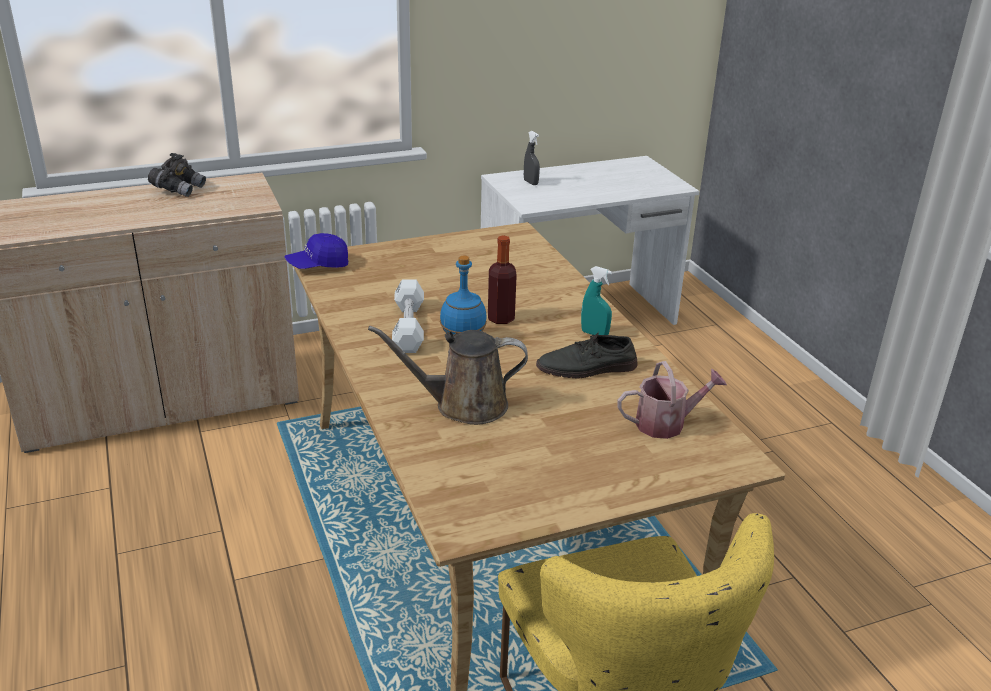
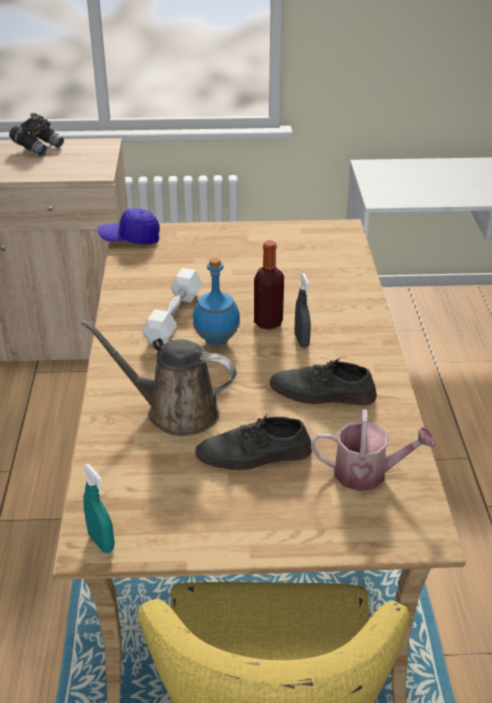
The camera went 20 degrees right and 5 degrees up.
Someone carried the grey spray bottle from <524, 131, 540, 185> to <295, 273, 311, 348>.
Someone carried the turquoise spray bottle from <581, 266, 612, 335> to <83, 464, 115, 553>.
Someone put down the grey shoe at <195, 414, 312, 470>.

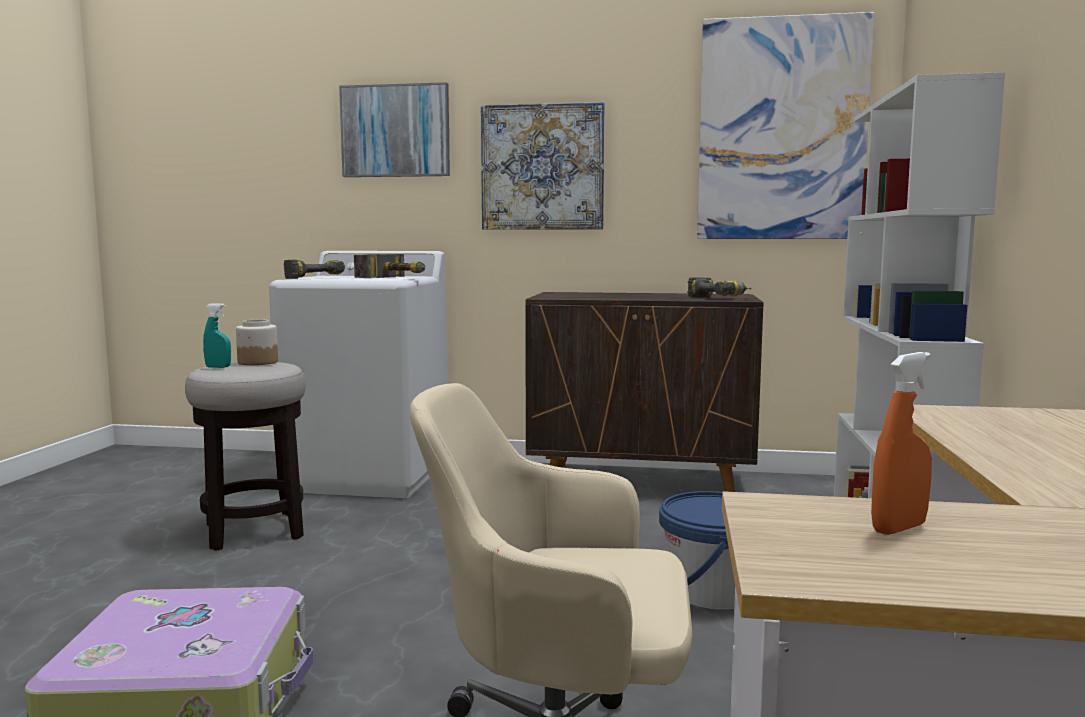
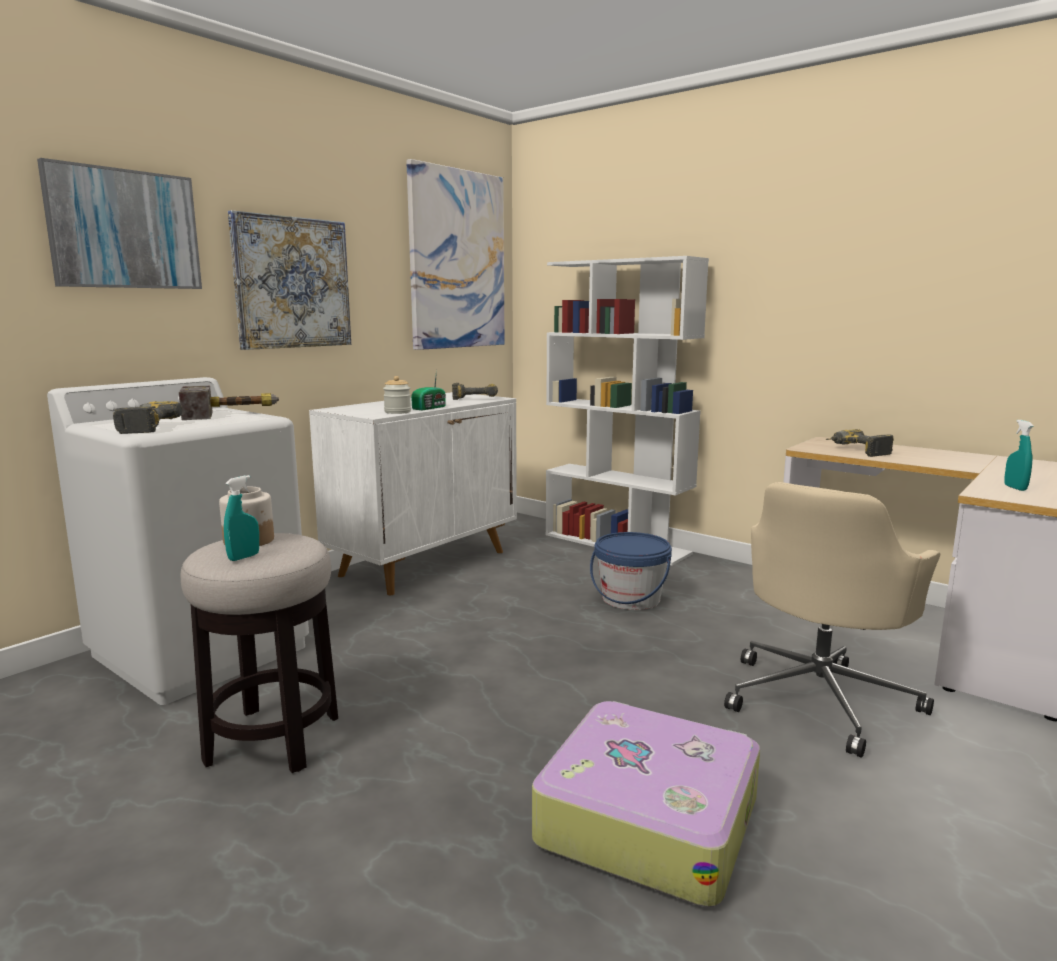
The camera went 60 degrees left and 5 degrees up.
Someone repainted the brown cabinet at <525, 292, 764, 492>, which became the white cabinet at <309, 392, 517, 595>.
Someone repainted the orange spray bottle at <871, 352, 932, 535>, which became the turquoise spray bottle at <1004, 420, 1033, 491>.
Someone put down the radio at <411, 370, 446, 410>.
Someone put down the jar at <383, 376, 411, 414>.
Someone put down the power drill at <826, 429, 894, 457>.

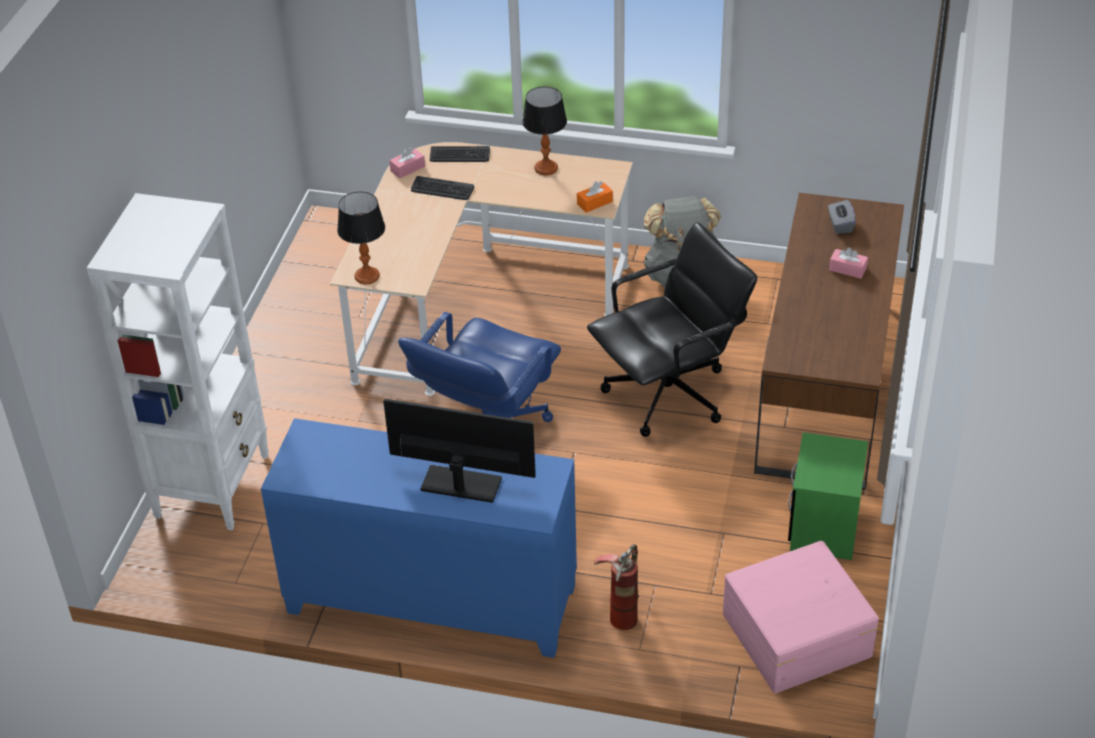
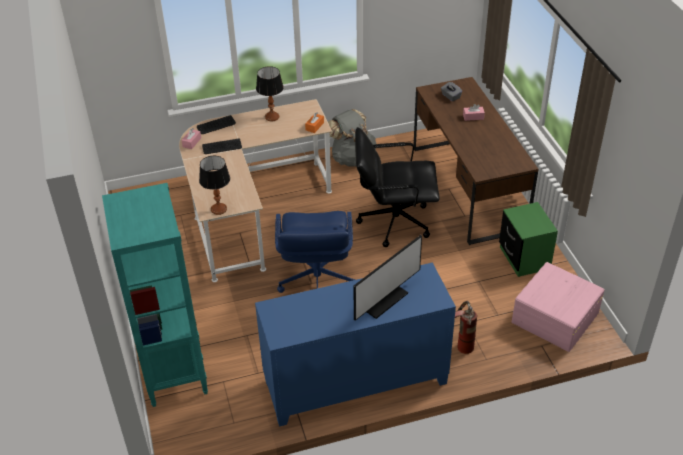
The camera went 30 degrees left and 0 degrees up.
Someone repainted the white bookcase at <87, 193, 269, 530>, which became the turquoise bookcase at <102, 183, 208, 407>.
Someone rotated the black office chair at <587, 222, 757, 437> by 120 degrees counterclockwise.
Someone rotated the monitor at <383, 398, 536, 503> by 150 degrees clockwise.

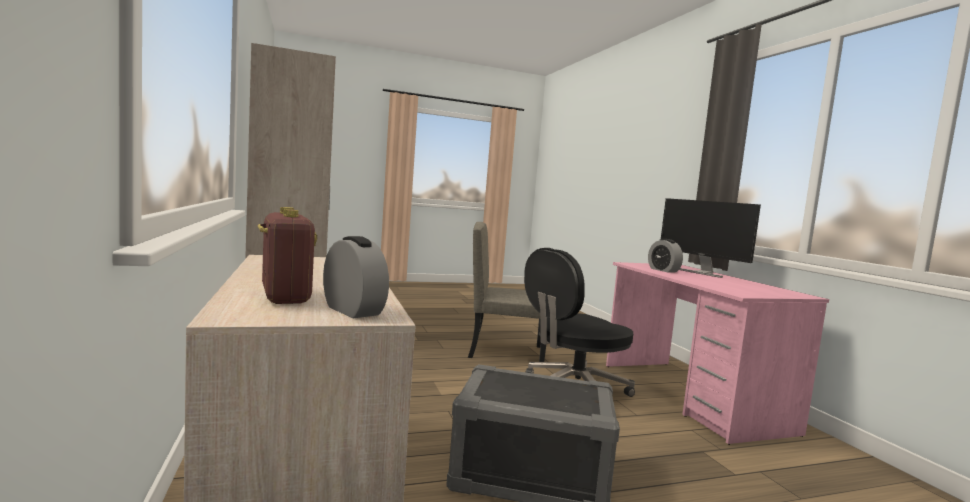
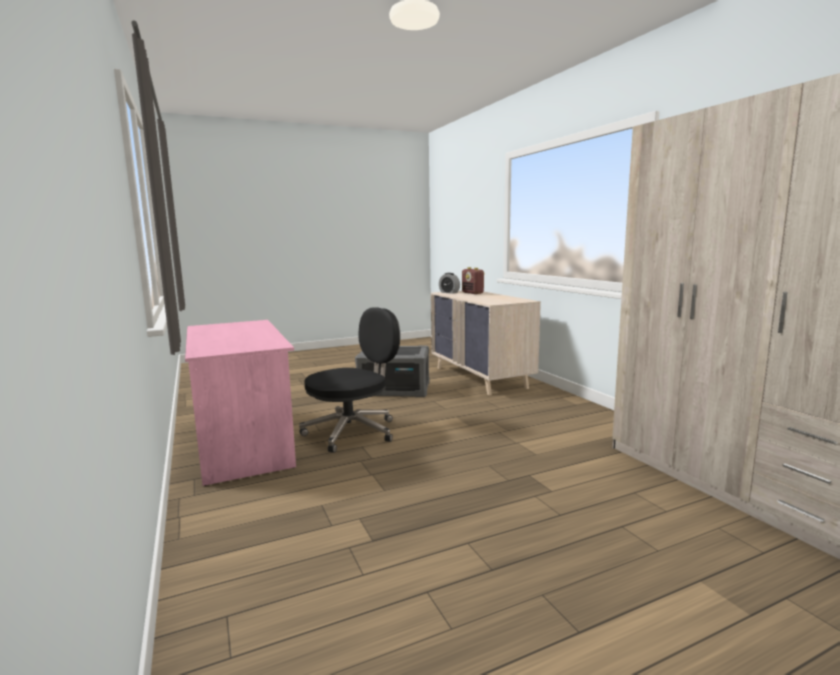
The camera went 175 degrees right and 5 degrees up.
Someone took away the monitor at <661, 198, 761, 278>.
Someone took away the beige chair at <468, 222, 546, 362>.
Someone took away the alarm clock at <648, 239, 683, 272>.

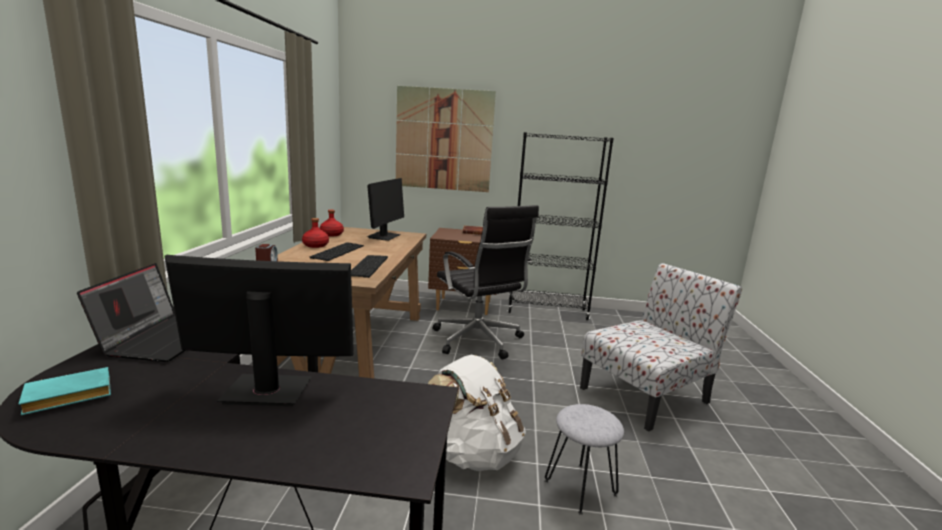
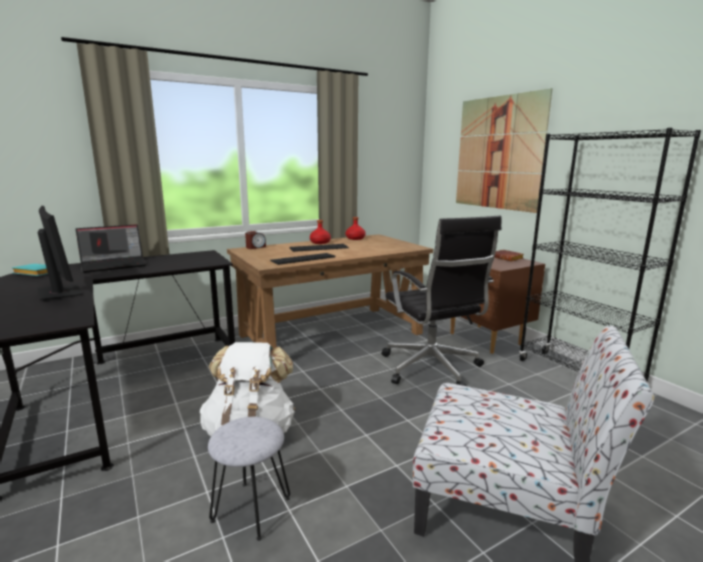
The camera went 55 degrees right and 0 degrees up.
Someone took away the monitor at <367, 178, 404, 241>.
Someone rotated the black office chair at <433, 205, 539, 359> by 45 degrees counterclockwise.

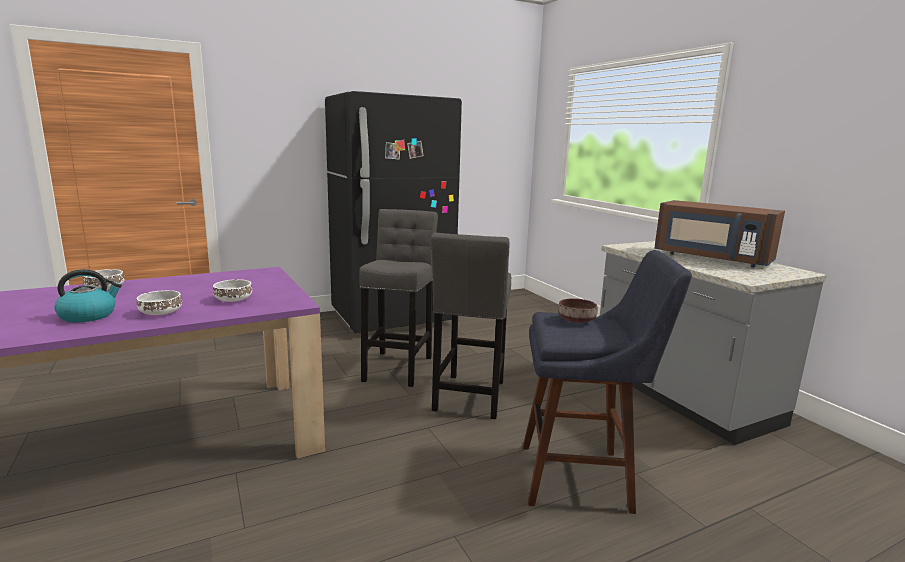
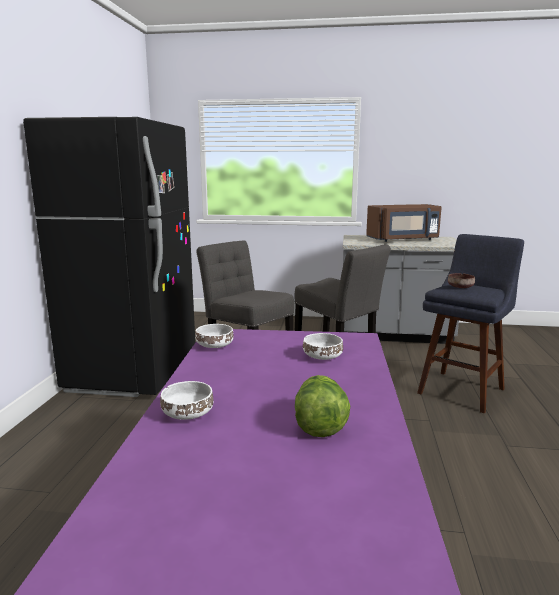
The camera went 55 degrees left and 0 degrees up.
Someone swapped the kettle at <54, 269, 122, 323> for the lettuce at <295, 375, 350, 437>.
Someone carried the white bowl from <136, 290, 182, 315> to <195, 324, 234, 348>.

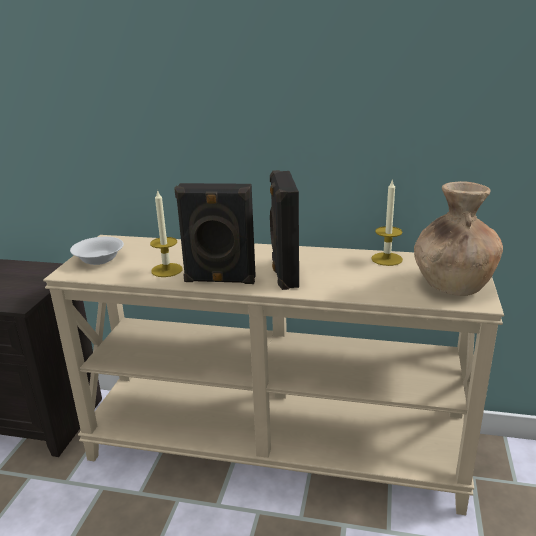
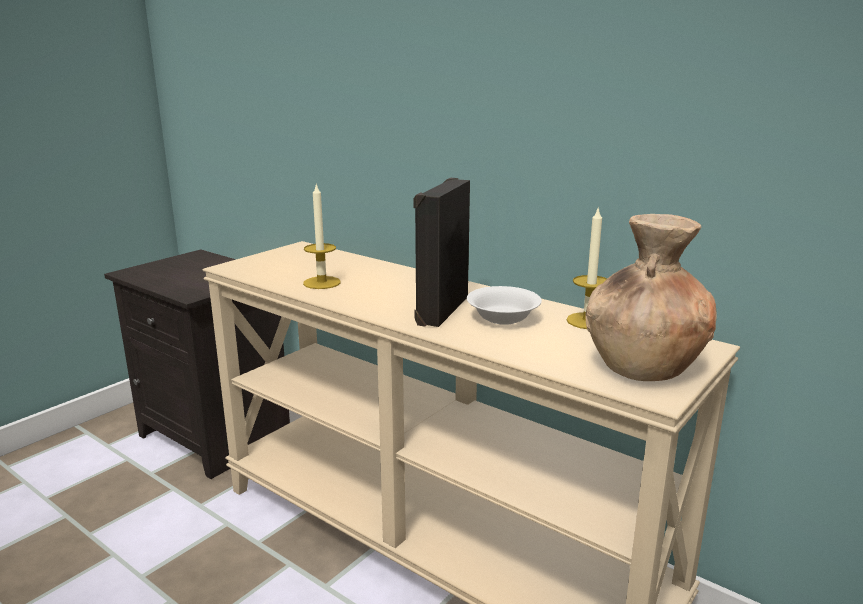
The camera went 25 degrees right and 5 degrees down.
Someone took away the black speaker at <174, 183, 256, 284>.
Someone carried the white bowl from <70, 237, 124, 265> to <467, 286, 542, 325>.

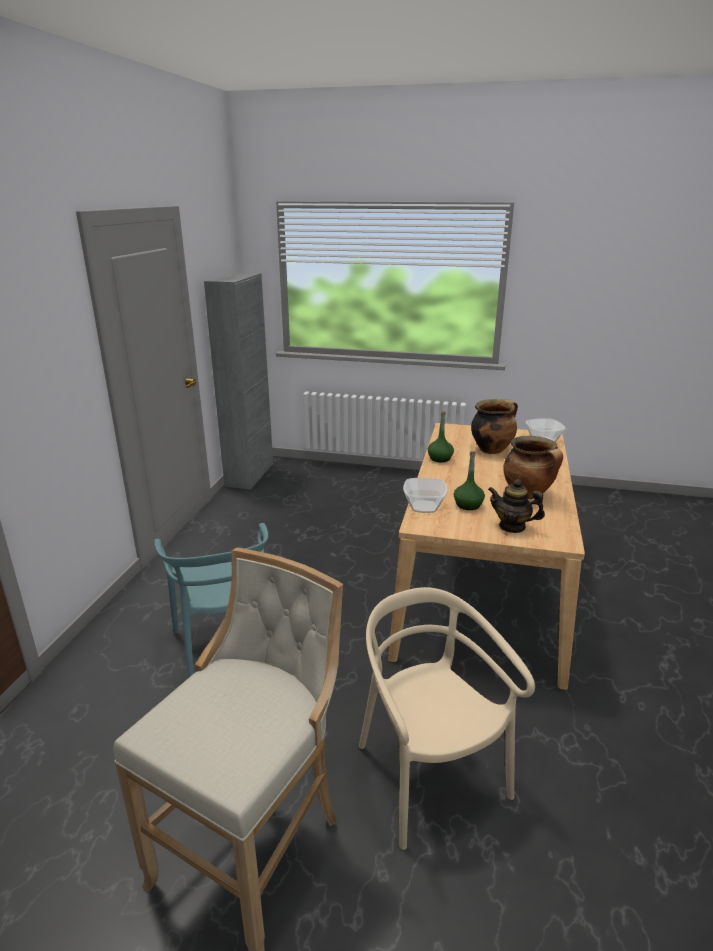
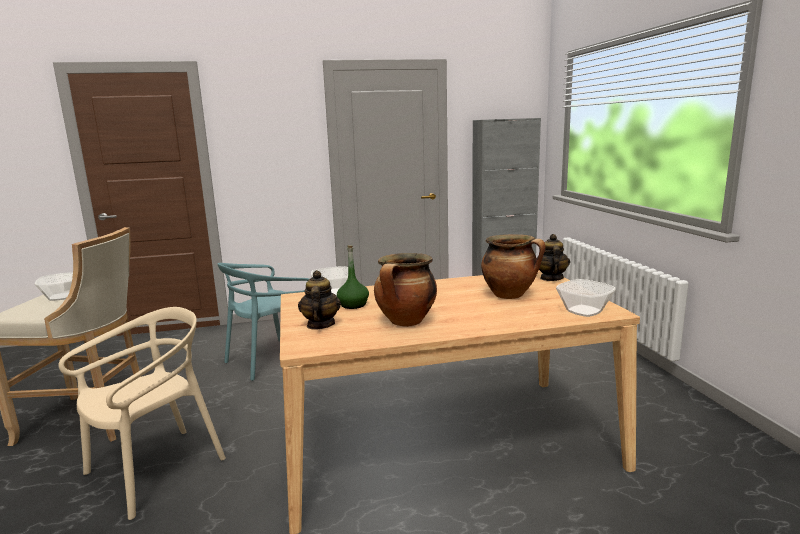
The camera went 65 degrees right and 10 degrees down.
Someone took away the green bottle at <428, 411, 454, 462>.
Someone put down the teapot at <536, 234, 570, 281>.
Someone put down the bowl at <35, 272, 73, 301>.

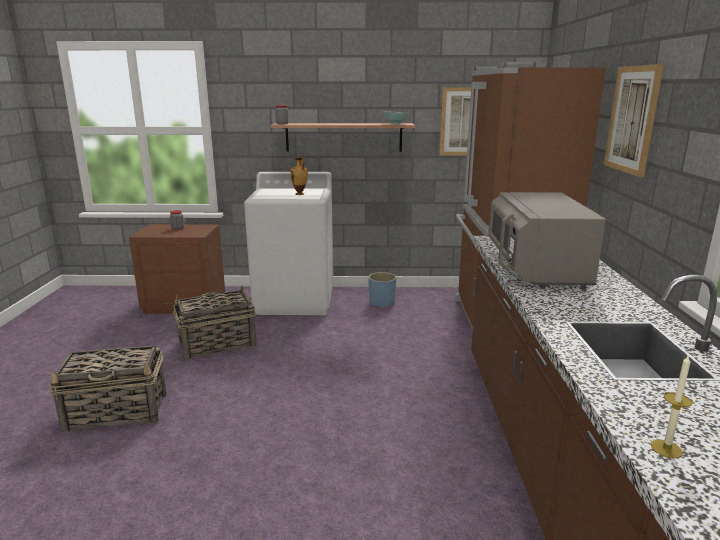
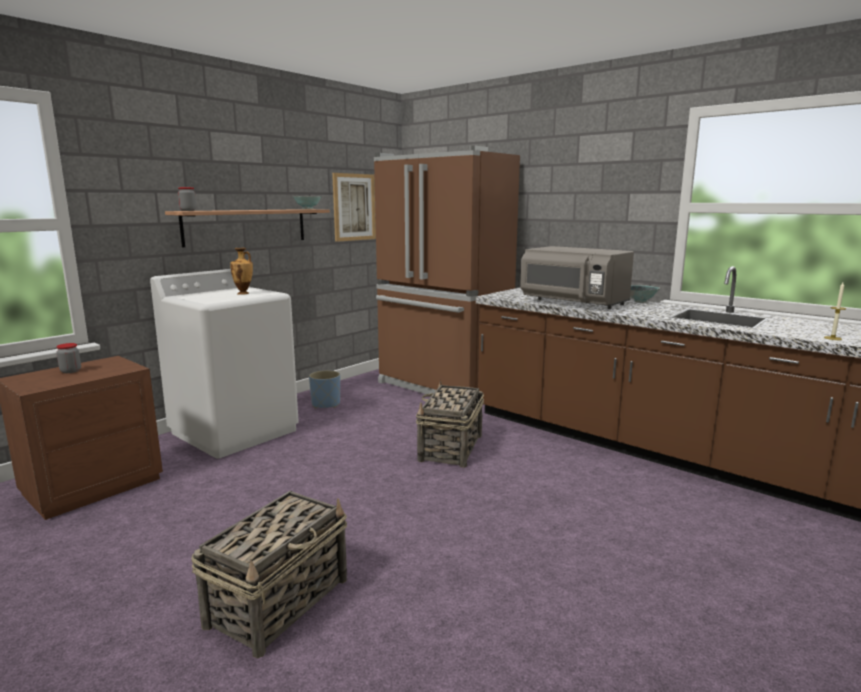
The camera went 50 degrees left and 5 degrees down.
Someone took away the picture at <604, 64, 664, 177>.
Someone carried the basket from <173, 286, 257, 360> to <416, 380, 484, 468>.
Someone put down the bowl at <630, 285, 660, 303>.

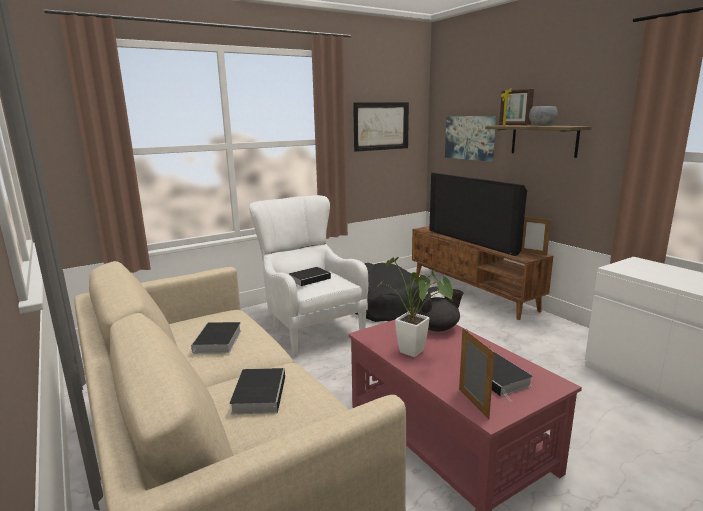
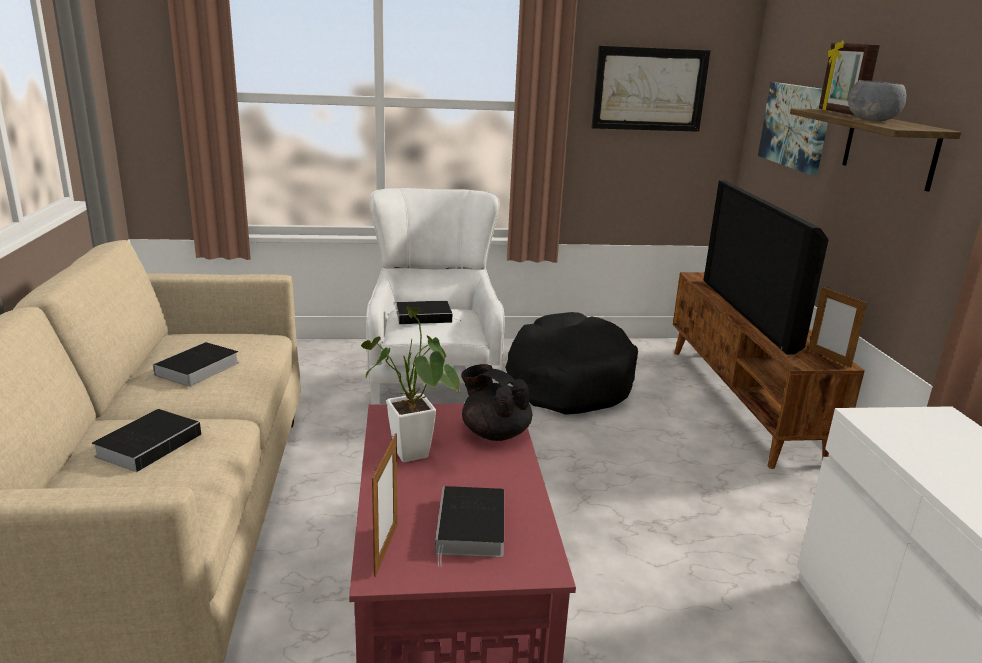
The camera went 25 degrees right and 5 degrees up.
Someone rotated the black teapot at <417, 287, 464, 332> by 150 degrees counterclockwise.

